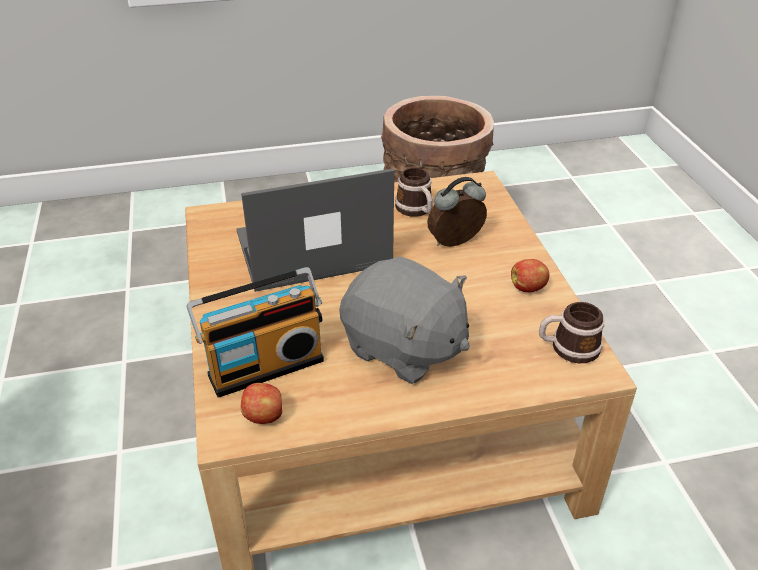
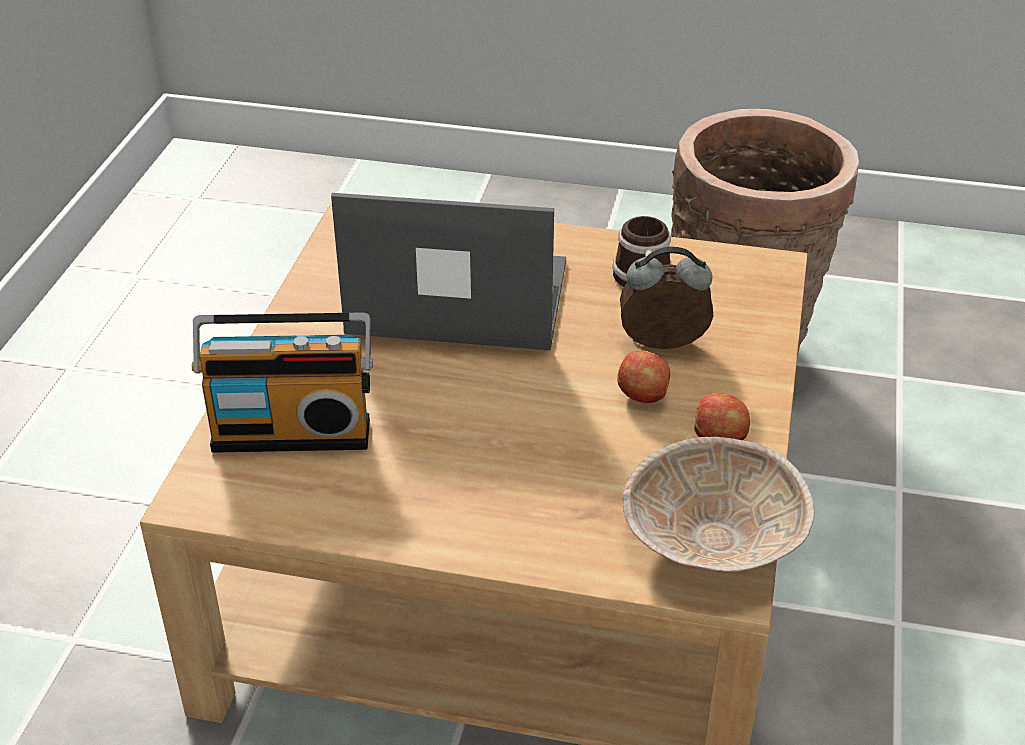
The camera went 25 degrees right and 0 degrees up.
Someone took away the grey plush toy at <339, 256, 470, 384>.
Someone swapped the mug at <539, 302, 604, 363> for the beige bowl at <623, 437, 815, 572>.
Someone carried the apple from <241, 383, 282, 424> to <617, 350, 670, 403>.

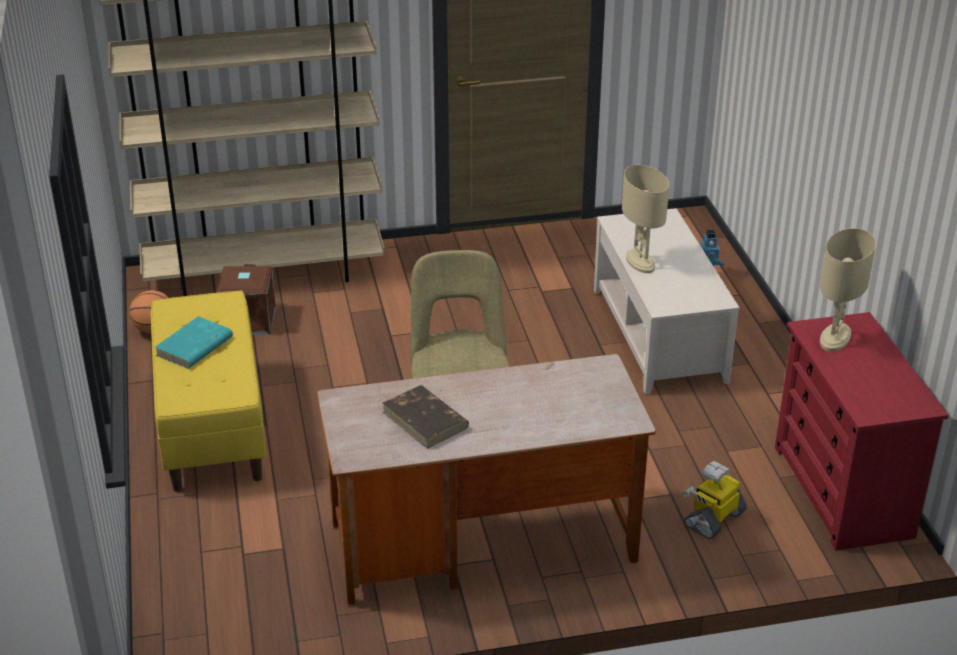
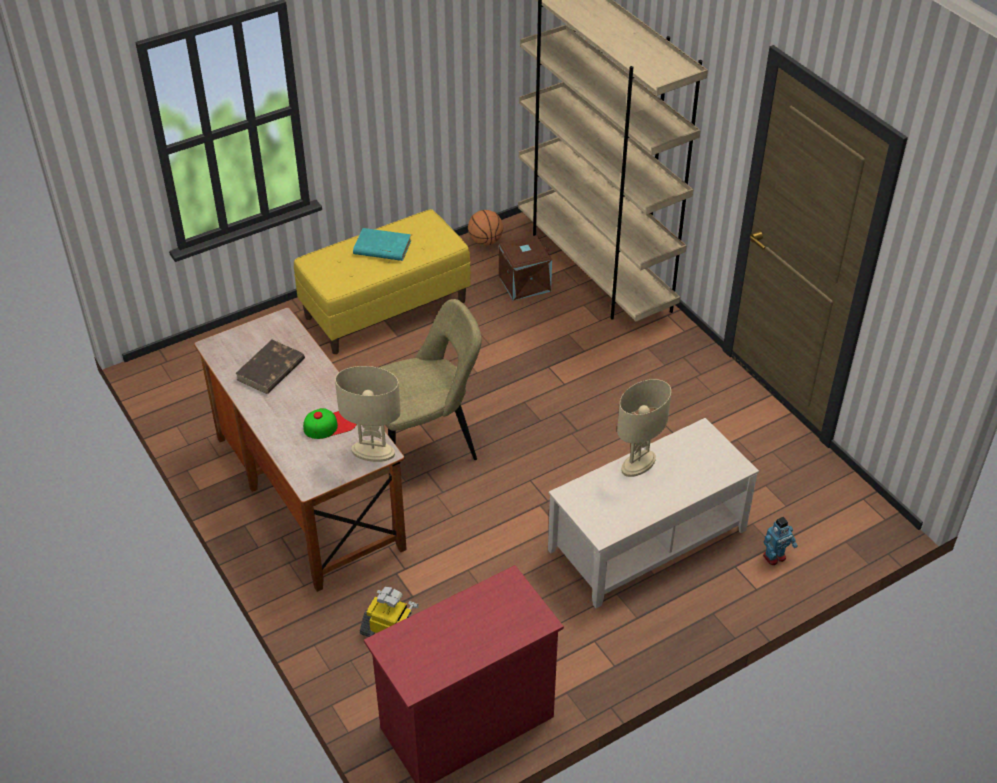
The camera went 70 degrees right and 10 degrees up.
Someone carried the beige table lamp from <820, 228, 876, 351> to <335, 366, 401, 462>.
Someone put down the cap at <303, 408, 357, 439>.

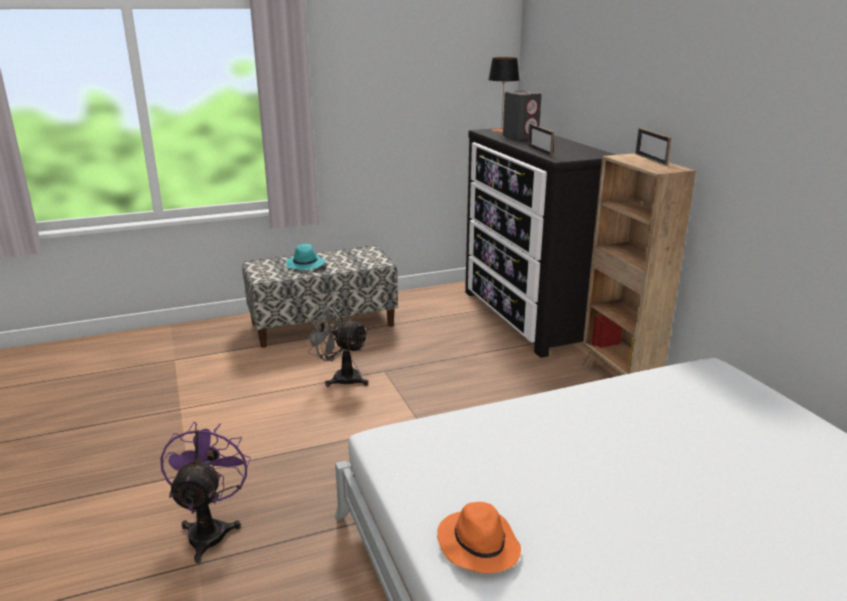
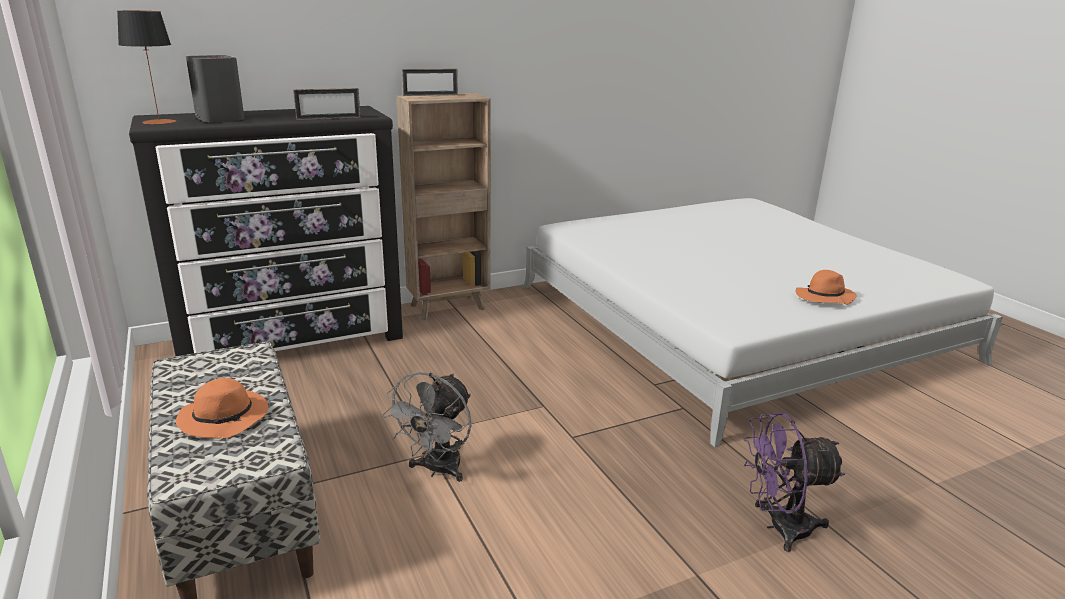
The camera went 95 degrees left and 0 degrees up.
Someone repainted the turquoise hat at <286, 244, 326, 270>, which became the orange hat at <176, 378, 268, 439>.

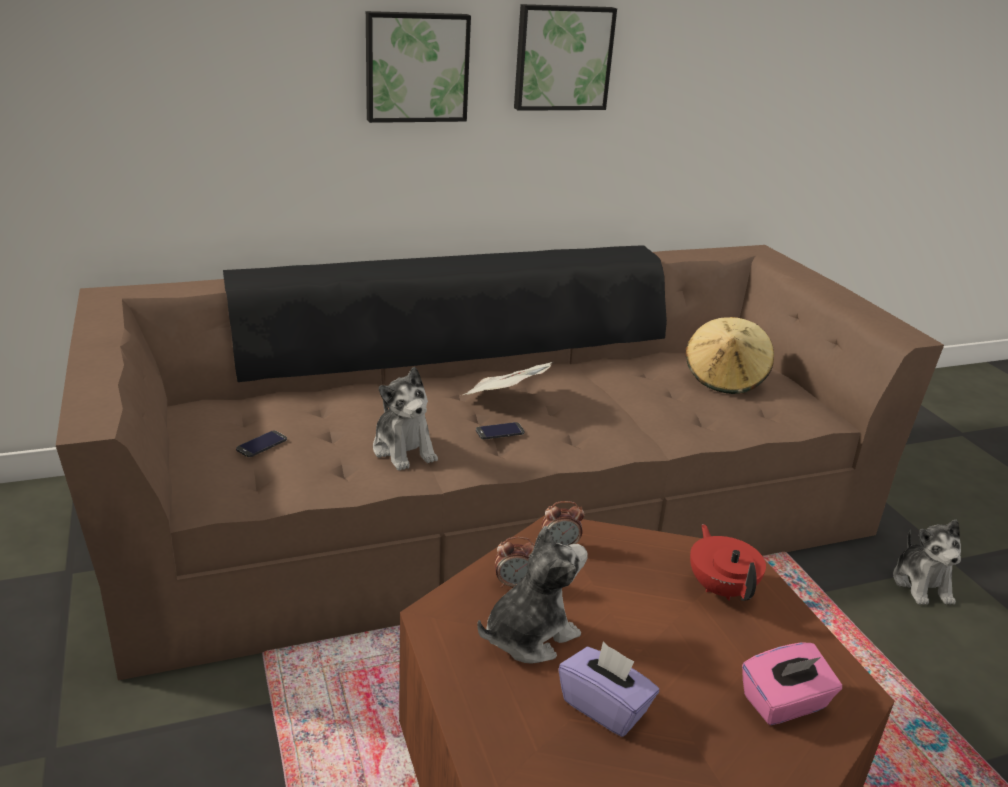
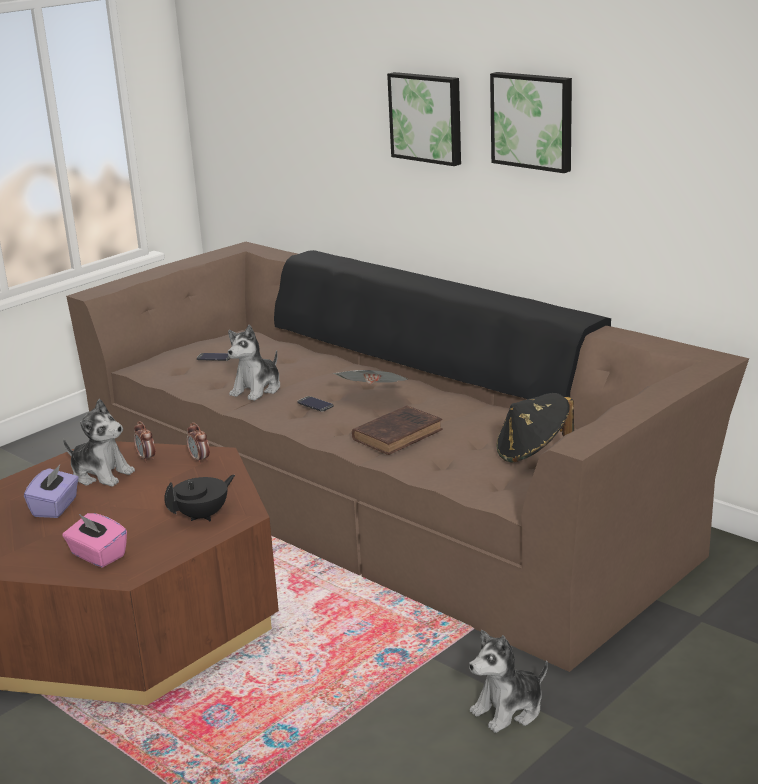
The camera went 65 degrees right and 5 degrees down.
Someone repainted the beige hat at <686, 317, 774, 394>, which became the black hat at <497, 393, 574, 463>.
Someone repainted the red teapot at <690, 524, 766, 601>, which became the black teapot at <164, 475, 235, 521>.
Someone put down the brown book at <352, 405, 443, 455>.

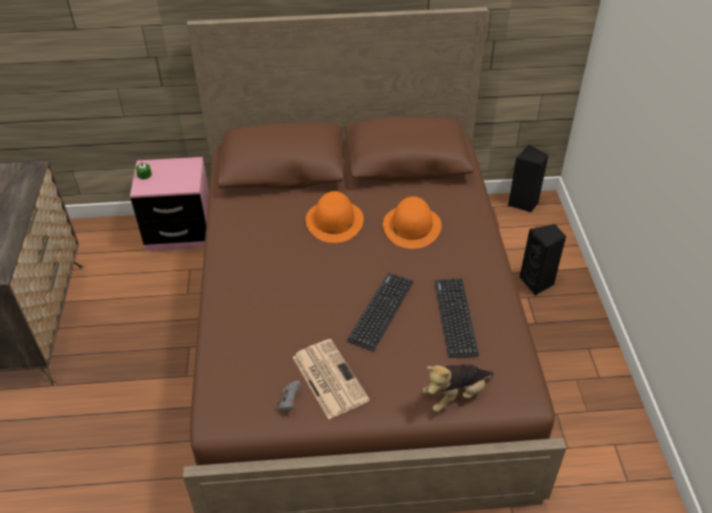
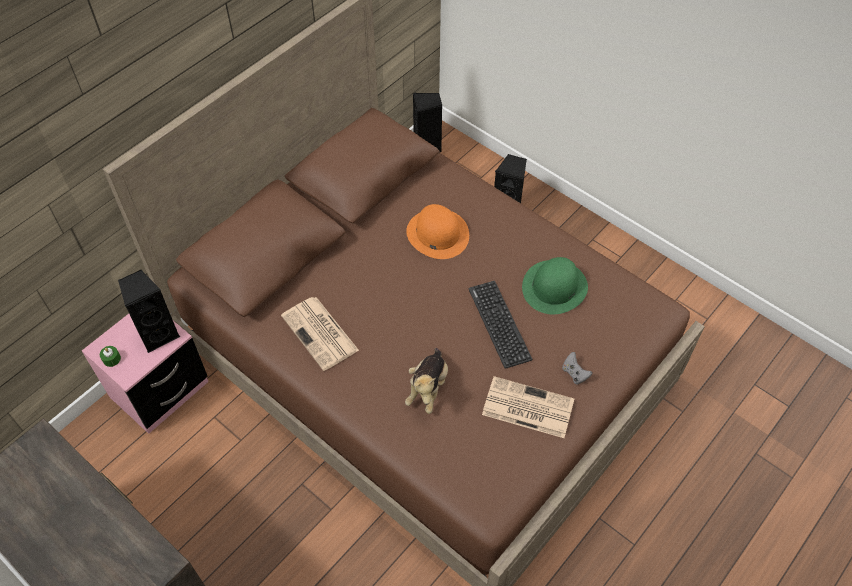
The camera went 45 degrees left and 10 degrees up.
Someone took away the orange hat at <306, 191, 364, 243>.
Someone swapped the keyboard at <435, 278, 479, 358> for the green hat at <522, 257, 588, 314>.
Someone carried the plush toy from <423, 364, 494, 412> to <405, 348, 448, 414>.
Someone carried the grey game controller from <277, 380, 301, 411> to <562, 352, 592, 384>.
Someone put down the black speaker at <118, 270, 180, 353>.
Someone put down the newspaper at <281, 297, 359, 371>.

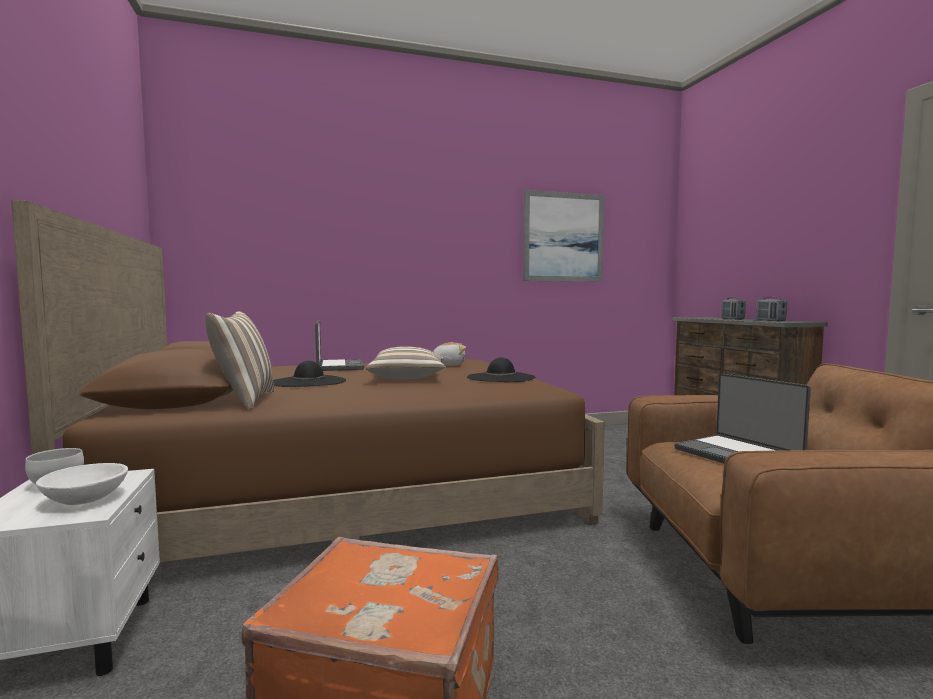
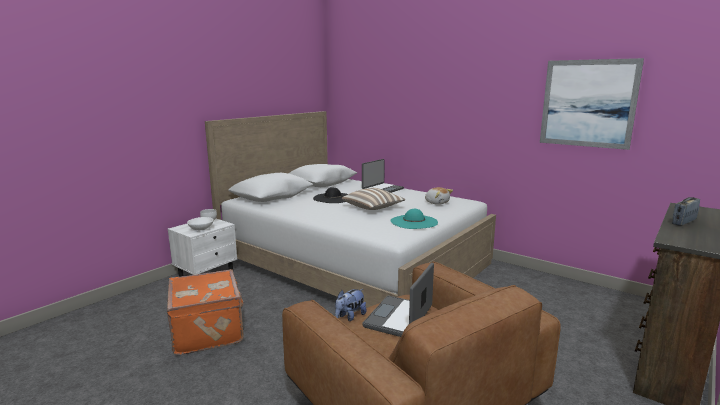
The camera went 55 degrees right and 10 degrees up.
Someone repainted the brown bed at <11, 200, 605, 562>, which became the white bed at <205, 111, 496, 308>.
Someone took away the radio at <756, 297, 787, 321>.
Someone took away the pillow at <206, 311, 274, 410>.
Someone repainted the black hat at <467, 358, 535, 382>, which became the turquoise hat at <390, 209, 438, 229>.
Someone put down the plush toy at <335, 289, 366, 321>.

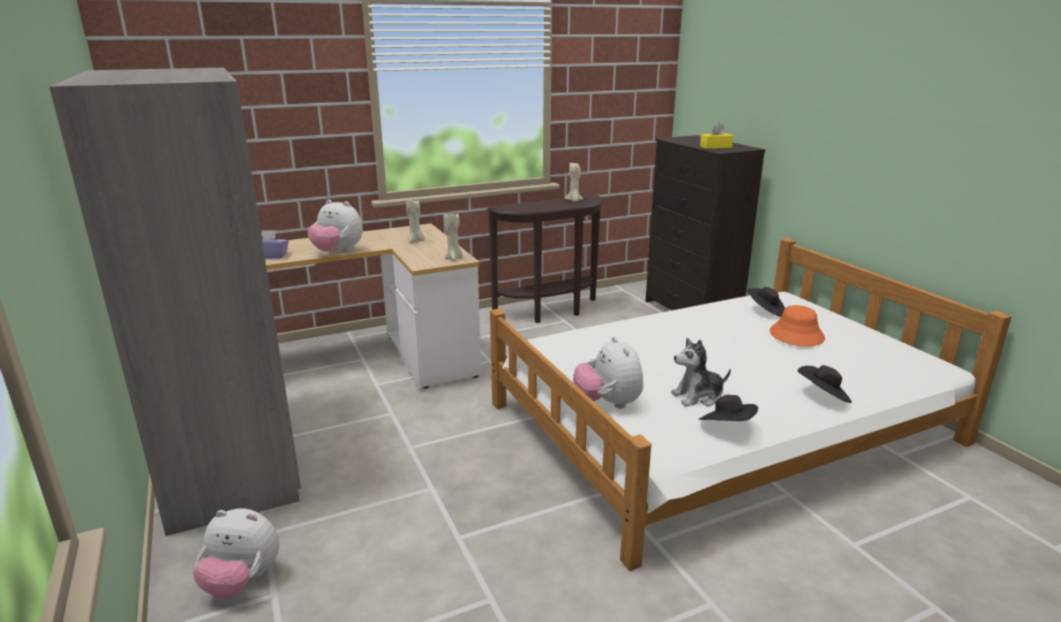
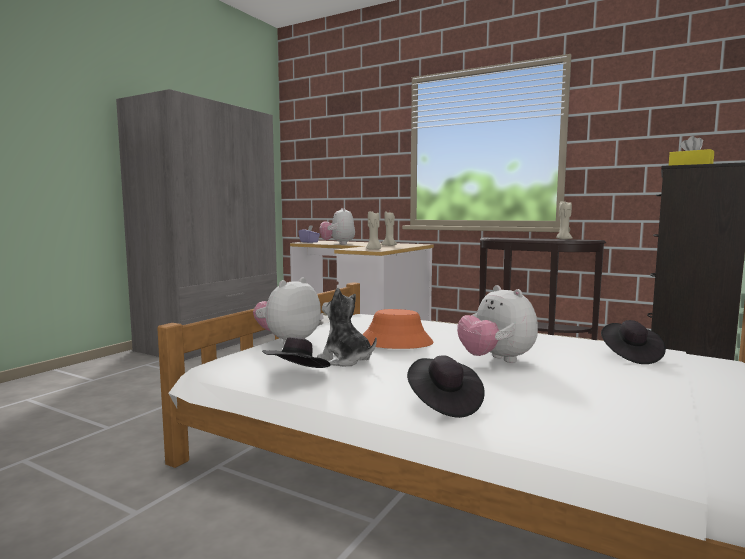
The camera went 55 degrees right and 15 degrees down.
Someone carried the orange hat from <770, 305, 825, 347> to <362, 309, 434, 349>.
Someone carried the plush toy from <193, 508, 280, 598> to <457, 285, 538, 363>.

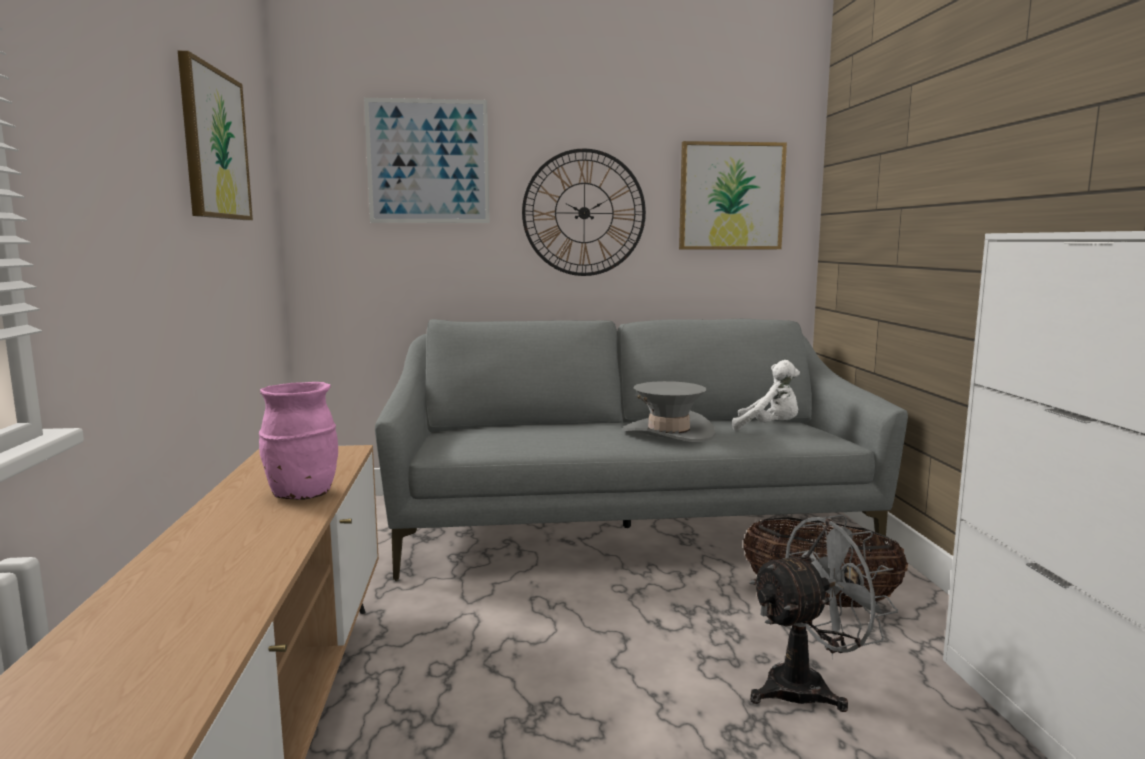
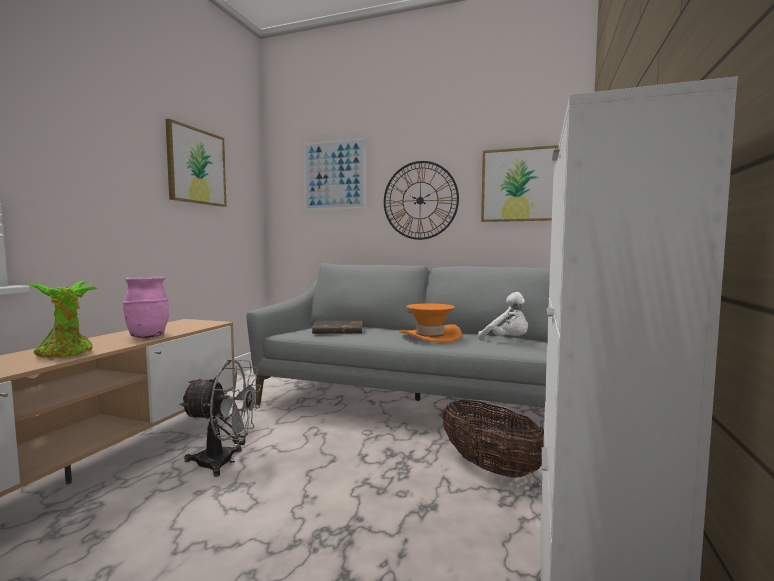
The camera went 25 degrees right and 5 degrees down.
Someone repainted the grey hat at <623, 381, 716, 442>, which became the orange hat at <399, 303, 462, 343>.
Someone carried the grey fan from <749, 515, 898, 712> to <179, 360, 261, 477>.
Someone put down the potted plant at <26, 280, 97, 358>.
Someone put down the brown book at <312, 321, 362, 334>.

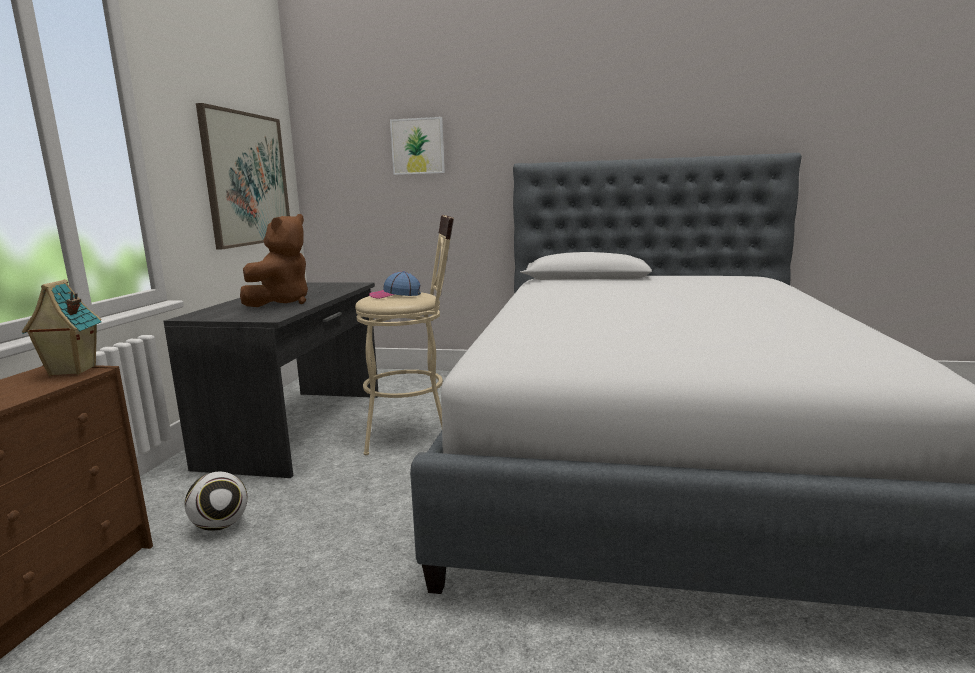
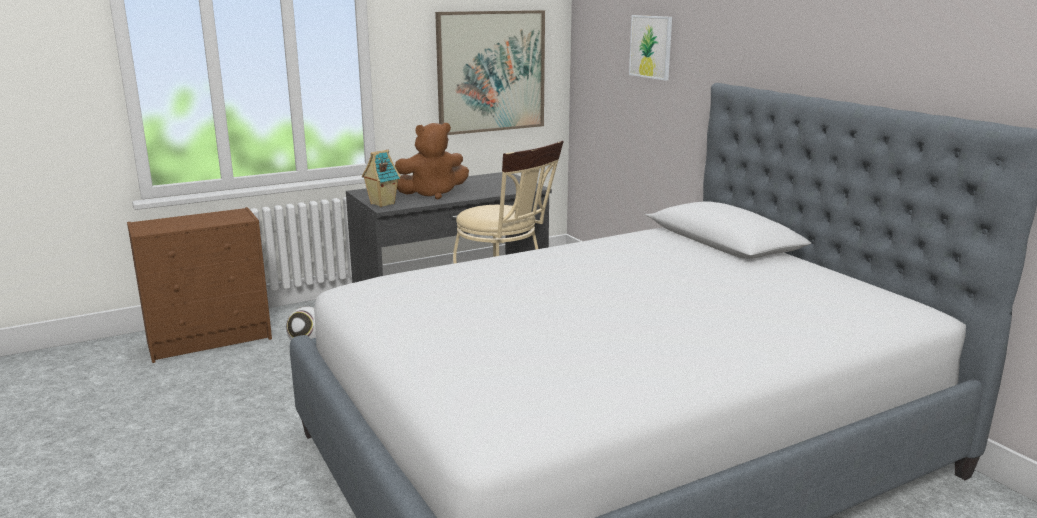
The camera went 50 degrees right and 5 degrees up.
Someone took away the cap at <369, 271, 421, 299>.
Someone carried the toy house from <22, 279, 102, 376> to <361, 150, 401, 207>.

